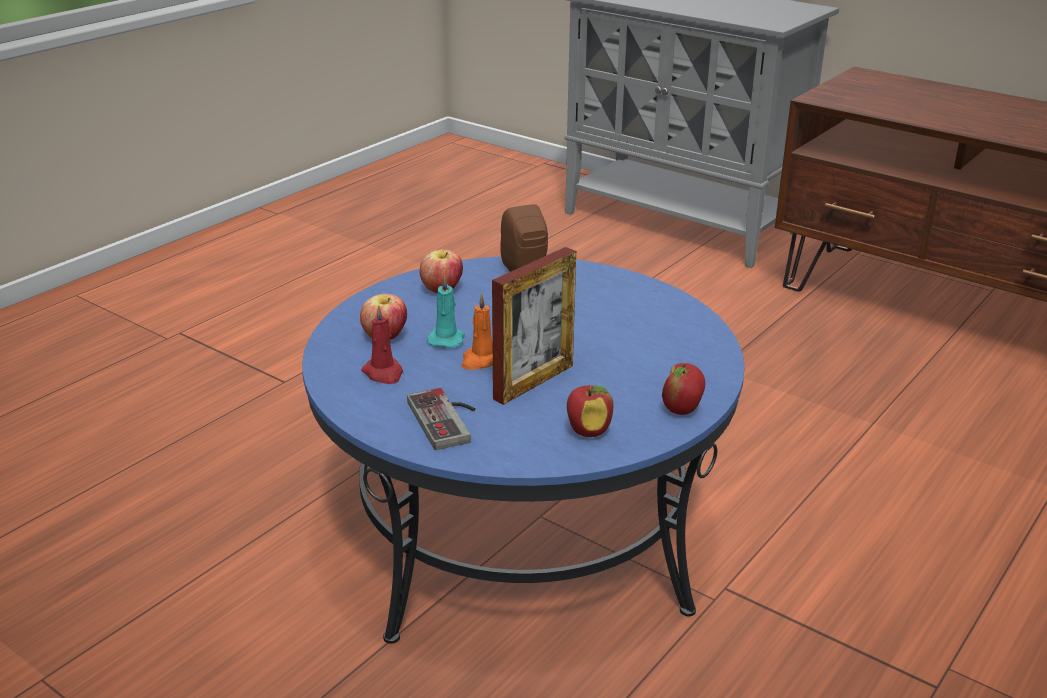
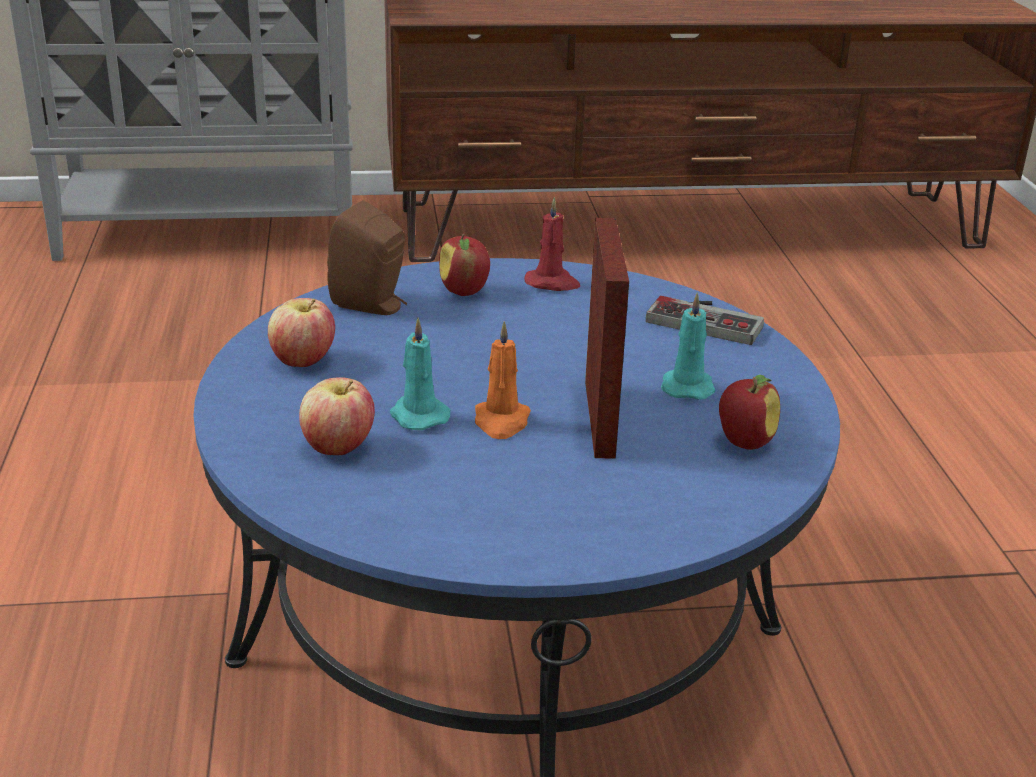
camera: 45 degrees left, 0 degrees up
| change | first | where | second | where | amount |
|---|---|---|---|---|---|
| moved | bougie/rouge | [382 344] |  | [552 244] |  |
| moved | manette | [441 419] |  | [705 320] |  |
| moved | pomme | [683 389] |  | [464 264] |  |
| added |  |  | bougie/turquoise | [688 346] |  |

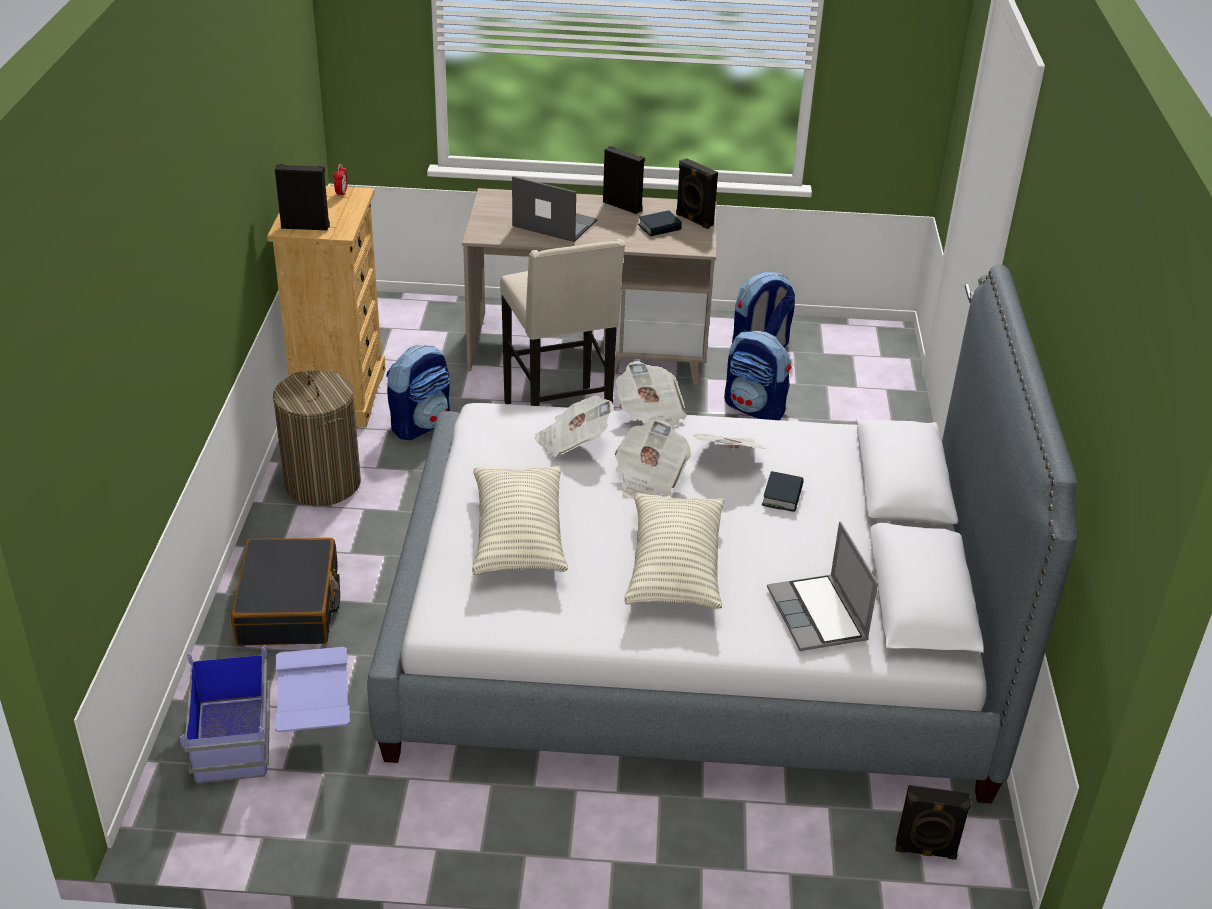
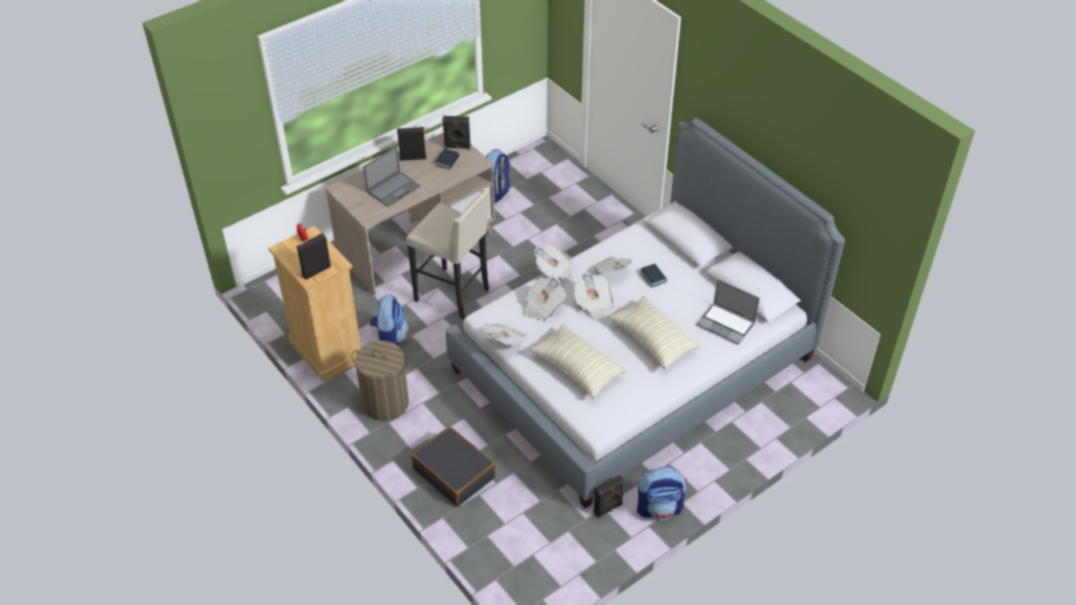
camera: 40 degrees left, 10 degrees up
| change | first | where | second | where | amount |
|---|---|---|---|---|---|
| removed | boîte de rangement/bleu | [265 714] |  |  |  |
| turned | ordinateur portable | [554 209] |  | [392 176] | 150 degrees clockwise |
| moved | sac à dos | [757 375] |  | [662 493] |  |
| moved | enceinte/noir | [933 822] |  | [609 496] |  |
| added |  |  | journal | [504 335] |  |

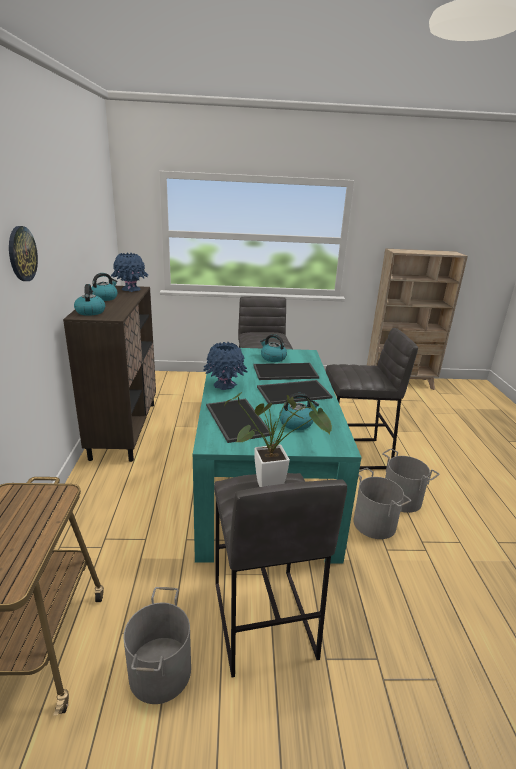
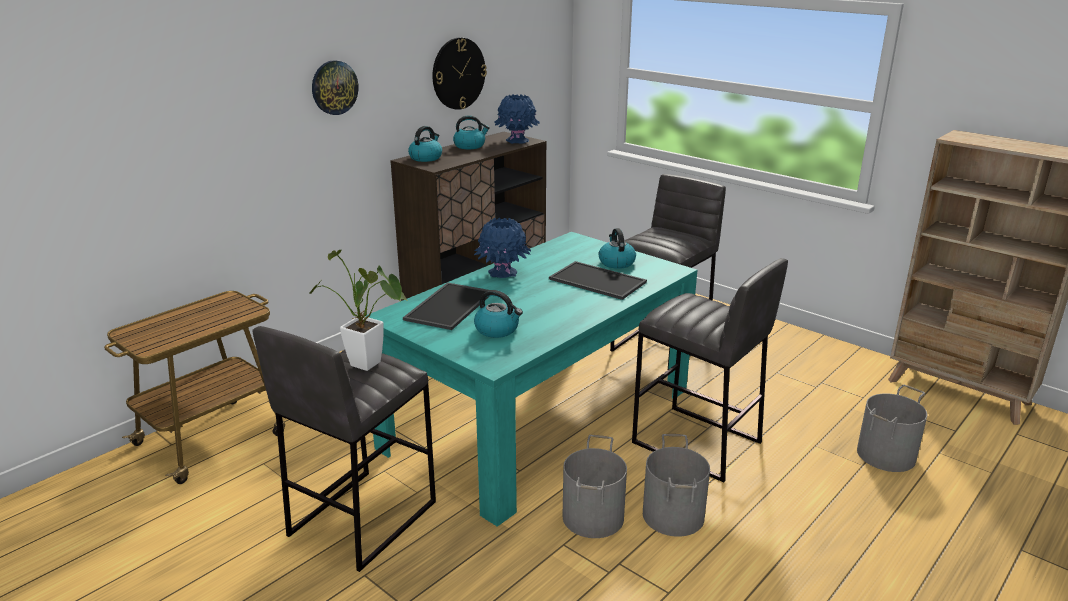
camera: 45 degrees right, 0 degrees up
| change | first | where | second | where | amount |
|---|---|---|---|---|---|
| moved | seau/gris | [157 645] |  | [892 428] |  |
| removed | plateau | [295 392] |  |  |  |
| added |  |  | horloge murale | [459 73] |  |

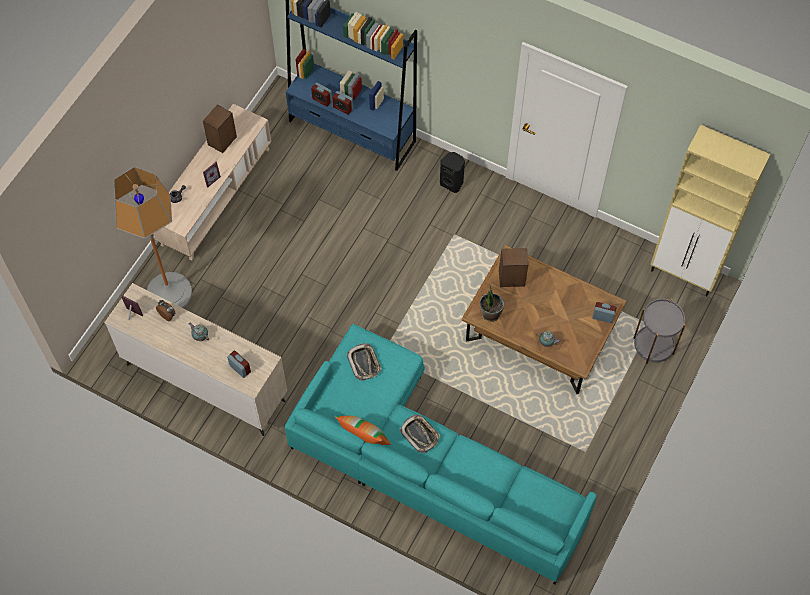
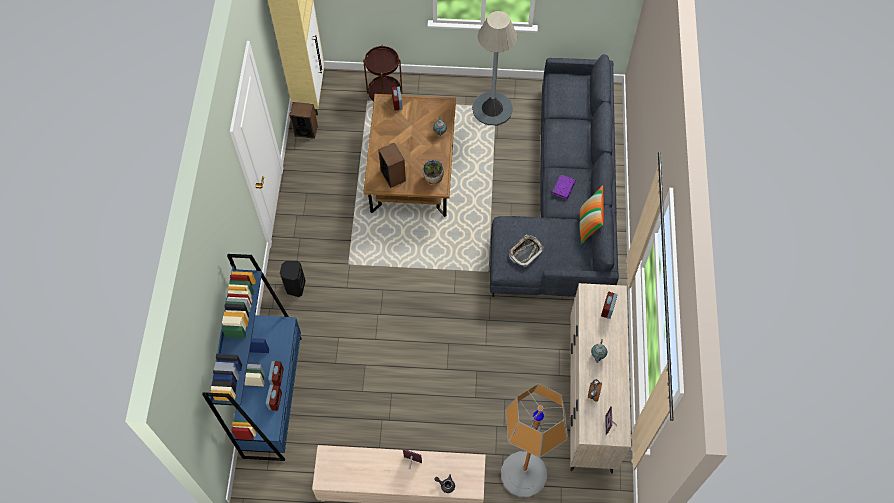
camera: 115 degrees left, 0 degrees up
| change | first | where | second | where | amount |
|---|---|---|---|---|---|
| moved | enceinte | [220 128] |  | [303 120] |  |
| recoloured | canapé/turquoise | [441 454] | canapé/gris | [554 175] |  |
| replaced | plateau | [420 434] | livre/violet | [564 187] |  |
| recoloured | table d'appoint/gris | [659 331] | table d'appoint/marron | [383 73] |  |
| added |  |  | lampadaire/gris | [494 68] |  |

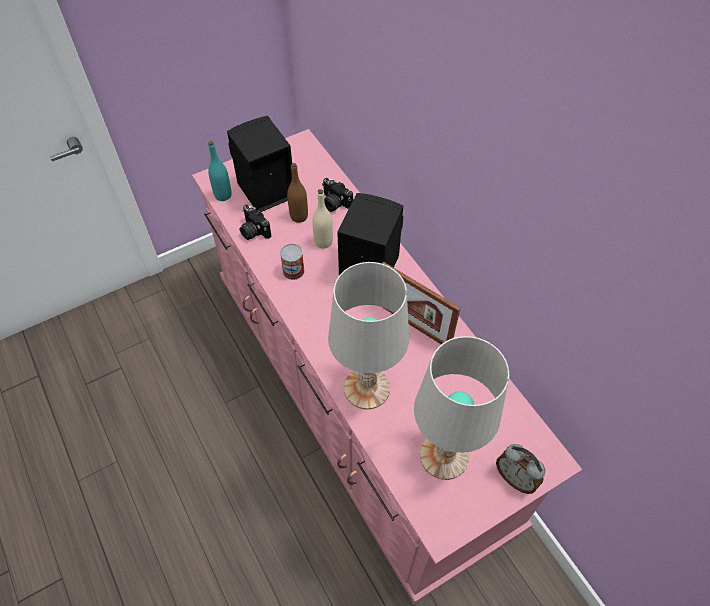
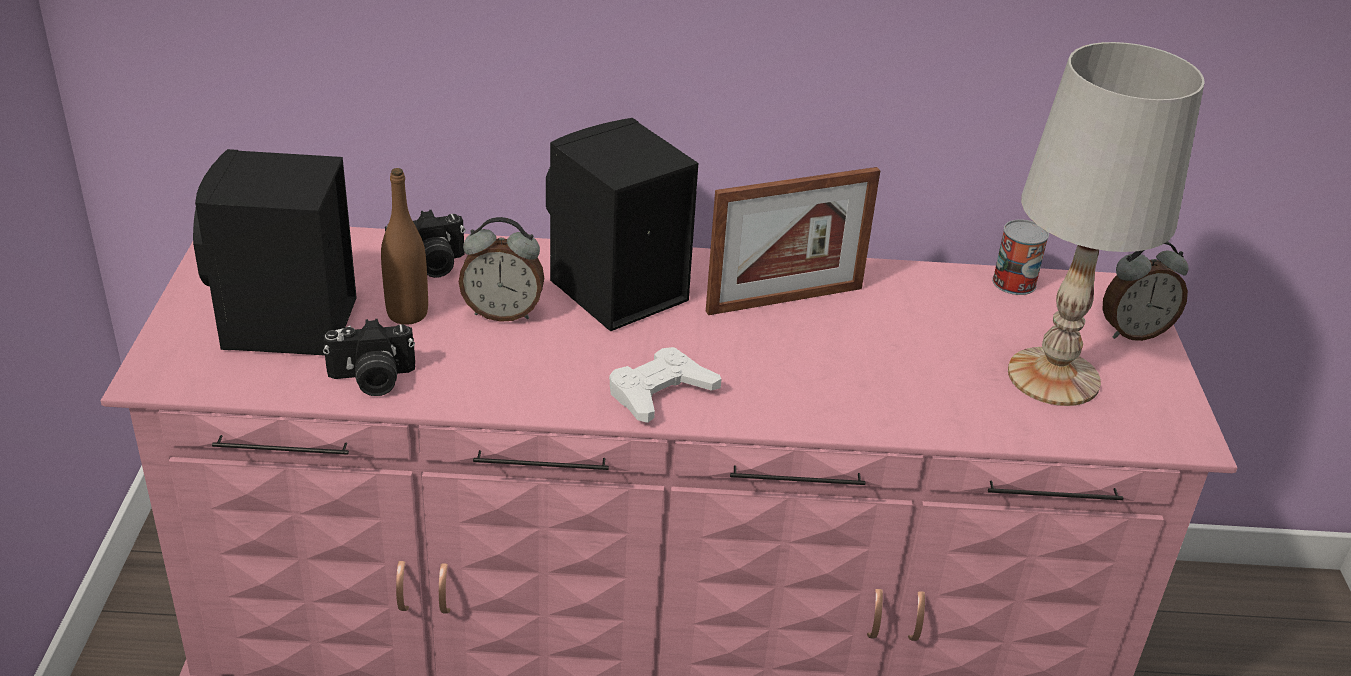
camera: 60 degrees left, 20 degrees down
| change | first | where | second | where | amount |
|---|---|---|---|---|---|
| removed | bouteille/turquoise | [220 171] |  |  |  |
| moved | boîte métallique | [292 262] |  | [1020 257] |  |
| replaced | bouteille/beige | [322 219] | réveil | [501 269] |  |
| removed | lampe de table/blanc | [368 335] |  |  |  |
| added |  |  | manette/blanc | [665 385] |  |

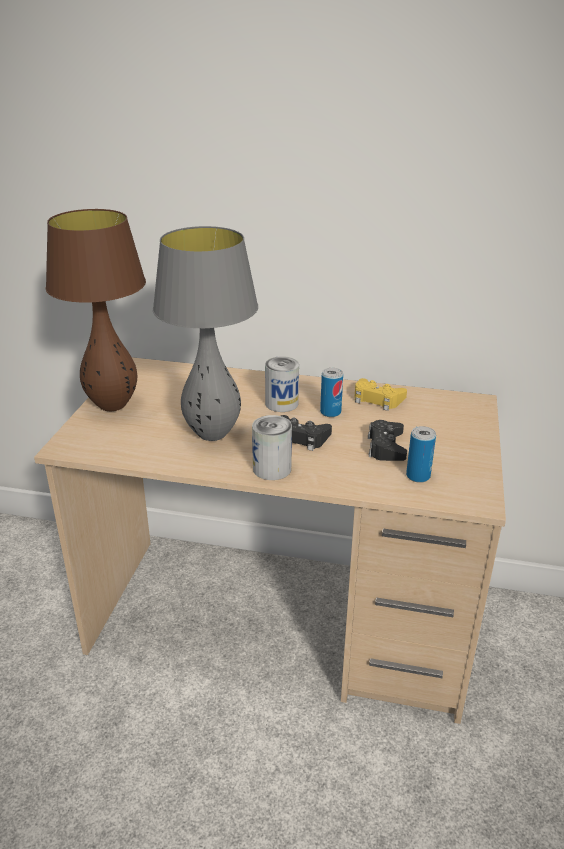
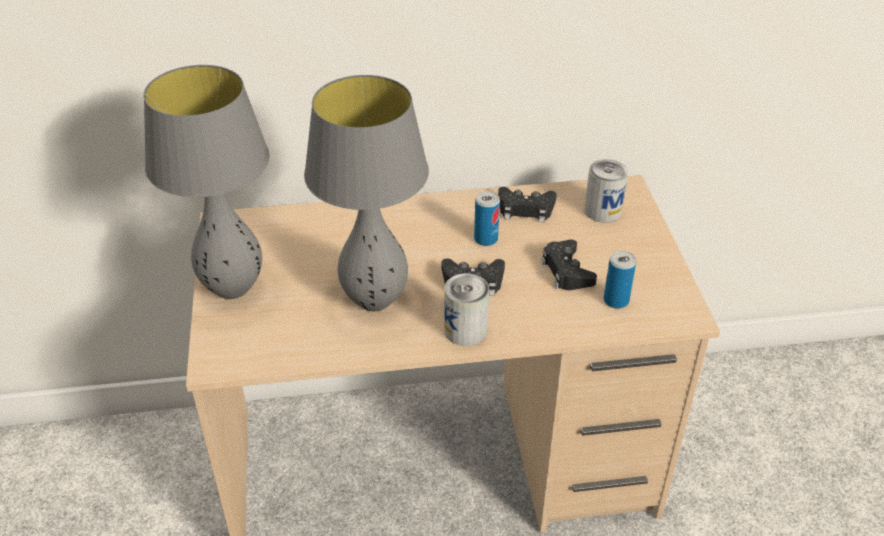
camera: 20 degrees left, 10 degrees up
| change | first | where | second | where | amount |
|---|---|---|---|---|---|
| recoloured | lampe de table/marron | [96 310] | lampe de table/gris | [206 182] |  |
| moved | boîte métallique | [282 384] |  | [606 191] |  |
| recoloured | manette/jaune | [381 394] | manette/noir | [527 204] |  |

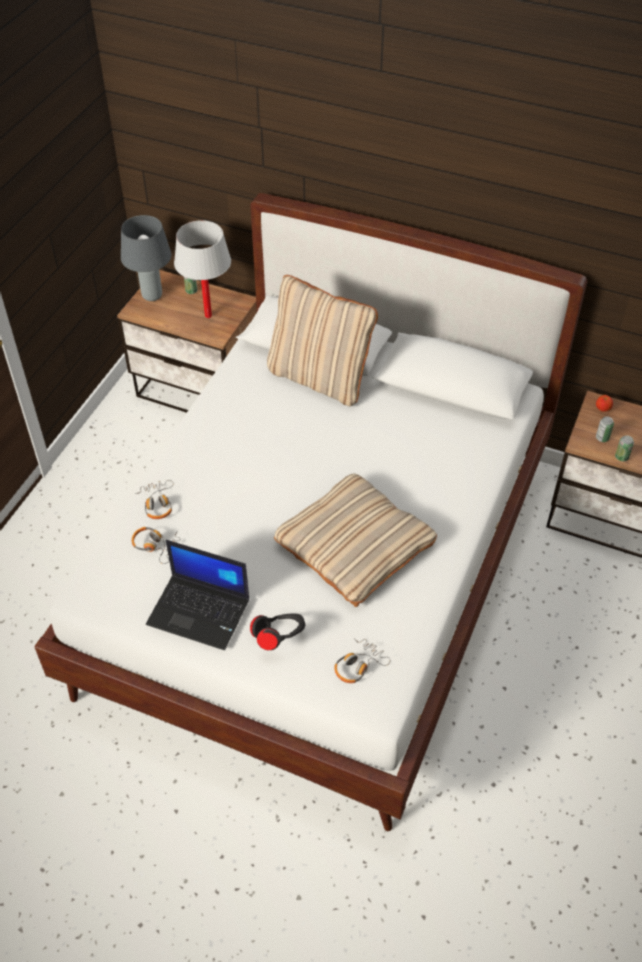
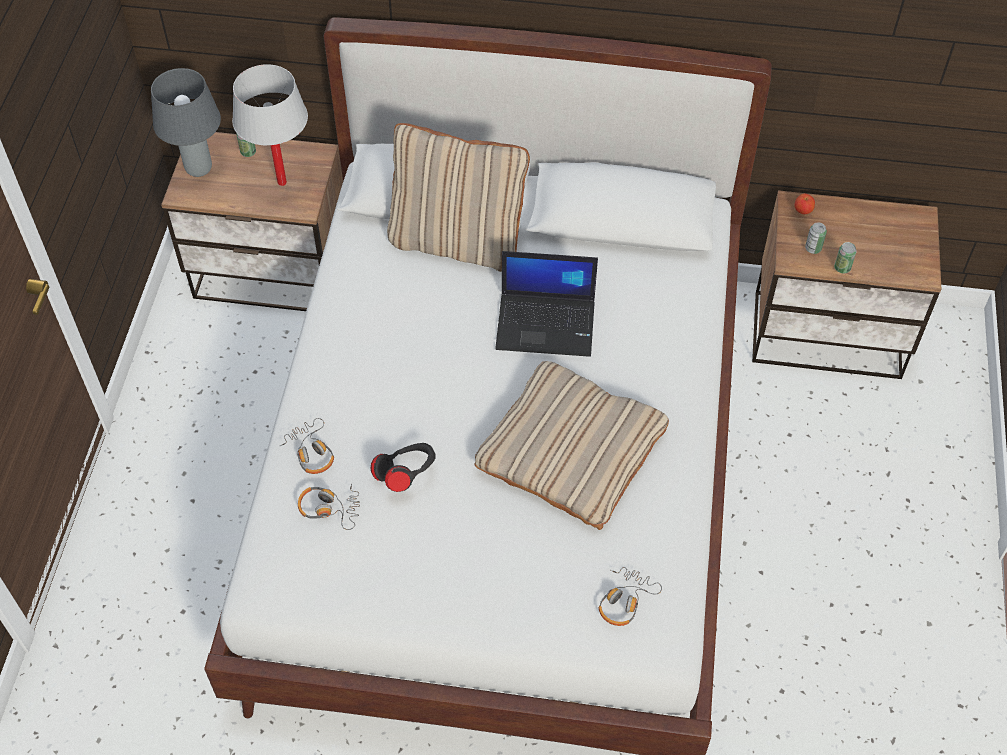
camera: 15 degrees left, 5 degrees up
| change | first | where | second | where | amount |
|---|---|---|---|---|---|
| moved | ordinateur portable | [197 595] |  | [546 304] |  |
| moved | casque audio/noir | [277 631] |  | [403 467] |  |

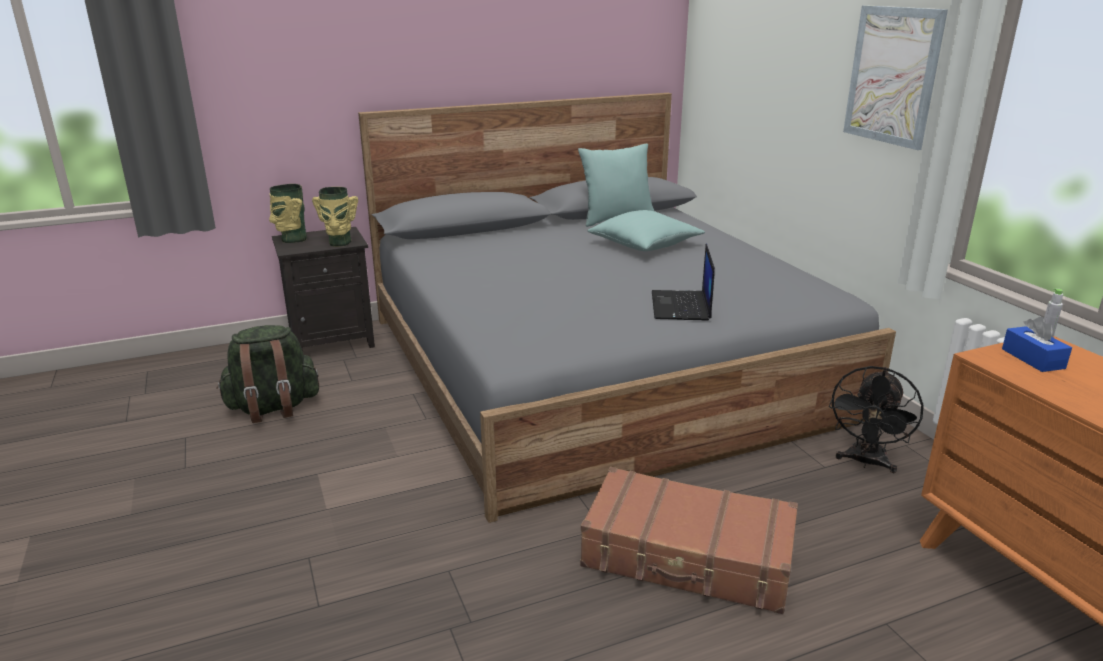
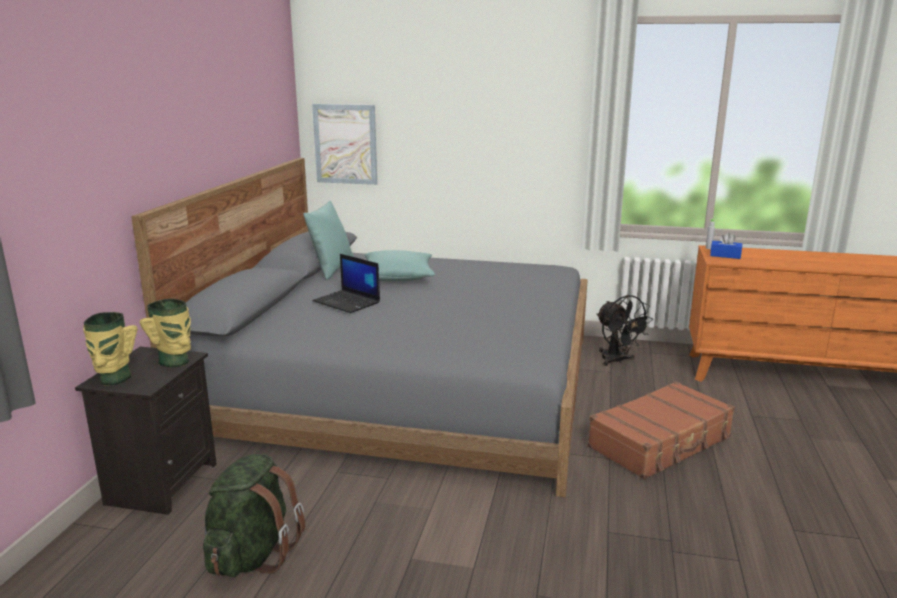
camera: 55 degrees left, 5 degrees down
| change | first | where | second | where | amount |
|---|---|---|---|---|---|
| moved | ordinateur portable | [683 282] |  | [346 283] |  |
| moved | tableau | [895 77] |  | [344 144] |  |

